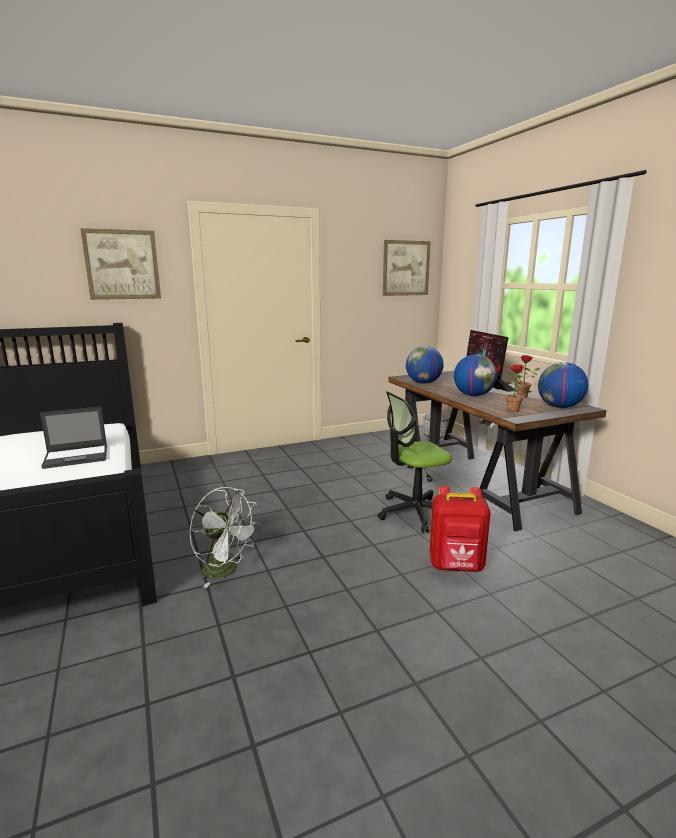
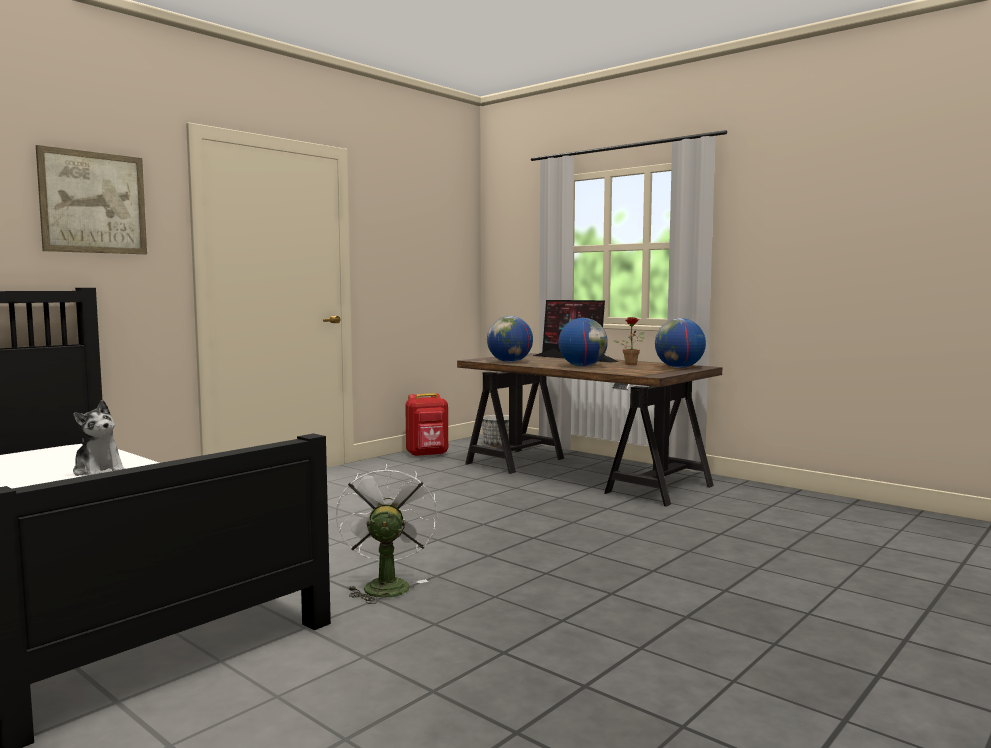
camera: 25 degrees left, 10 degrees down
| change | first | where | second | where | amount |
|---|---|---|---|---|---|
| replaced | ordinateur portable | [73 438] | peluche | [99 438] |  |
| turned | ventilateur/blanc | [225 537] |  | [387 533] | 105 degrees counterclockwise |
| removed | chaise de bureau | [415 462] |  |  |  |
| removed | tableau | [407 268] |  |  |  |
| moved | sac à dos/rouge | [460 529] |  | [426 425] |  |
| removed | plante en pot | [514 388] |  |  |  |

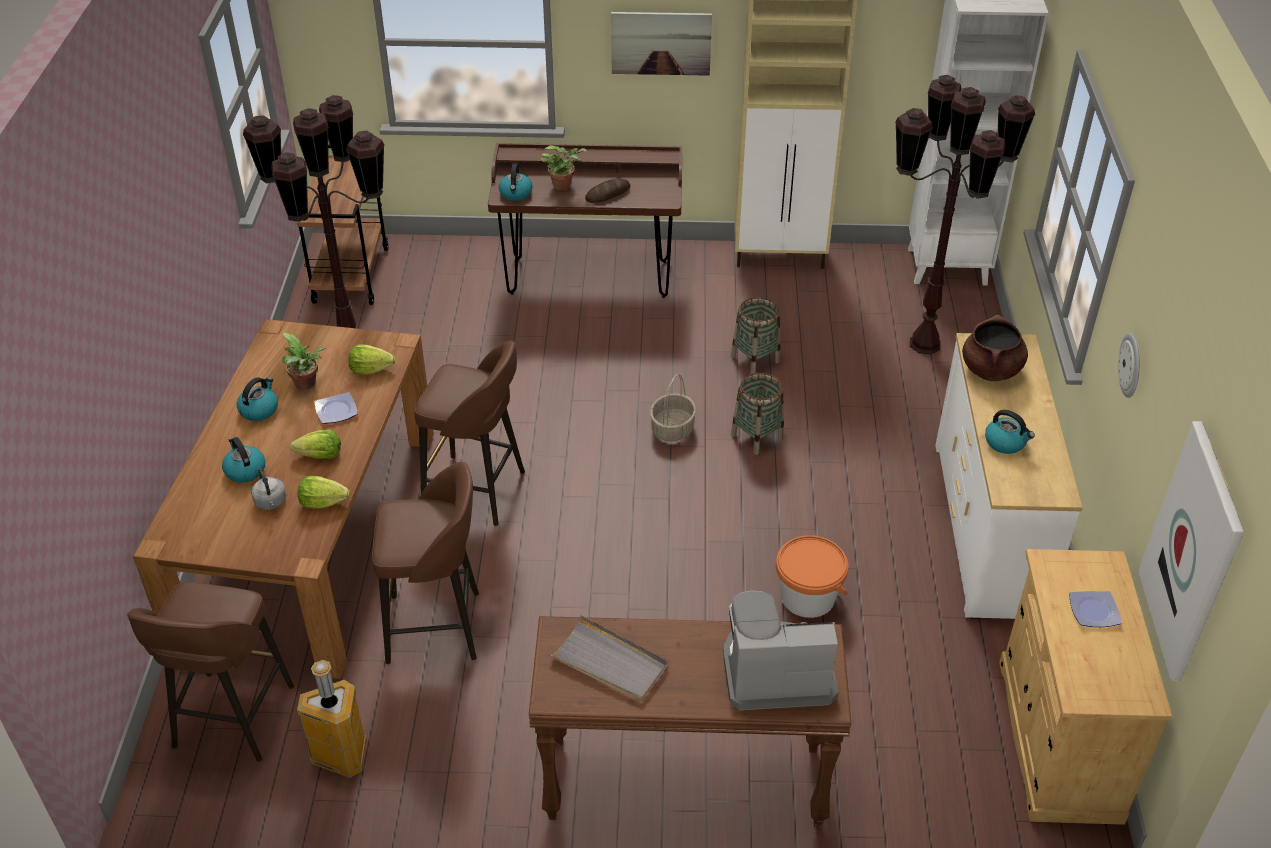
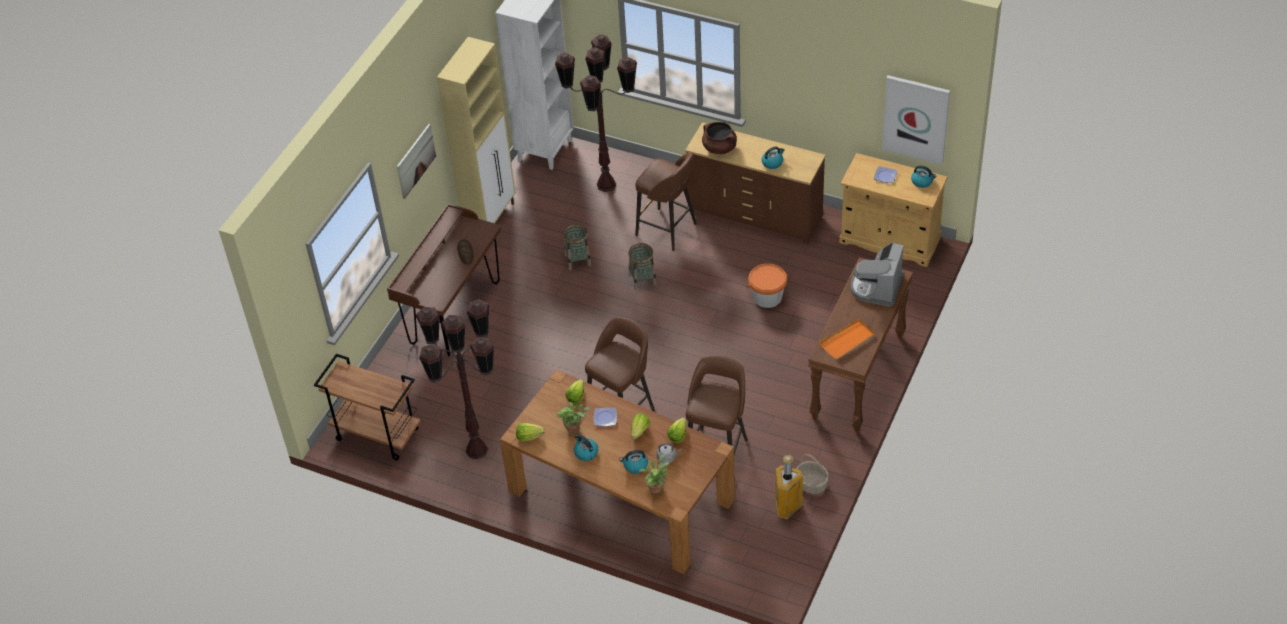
camera: 65 degrees left, 5 degrees up
| change | first | where | second | where | amount |
|---|---|---|---|---|---|
| moved | tabouret/marron | [210 672] |  | [666 202] |  |
| moved | bouilloire | [515 182] |  | [924 176] |  |
| moved | plante en pot | [564 168] |  | [654 473] |  |
| recoloured | plateau/gris | [608 658] | plateau/orange | [847 339] |  |
| moved | panier | [673 408] |  | [812 474] |  |
| recoloured | commode/blanc | [1009 476] | commode/marron | [755 183] |  |
| removed | horloge murale | [1129 365] |  |  |  |
| added |  |  | laitue | [530 432] |  |

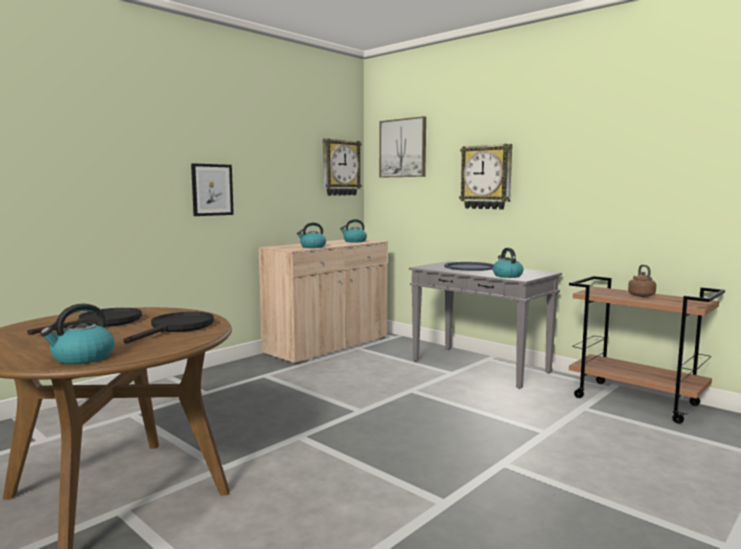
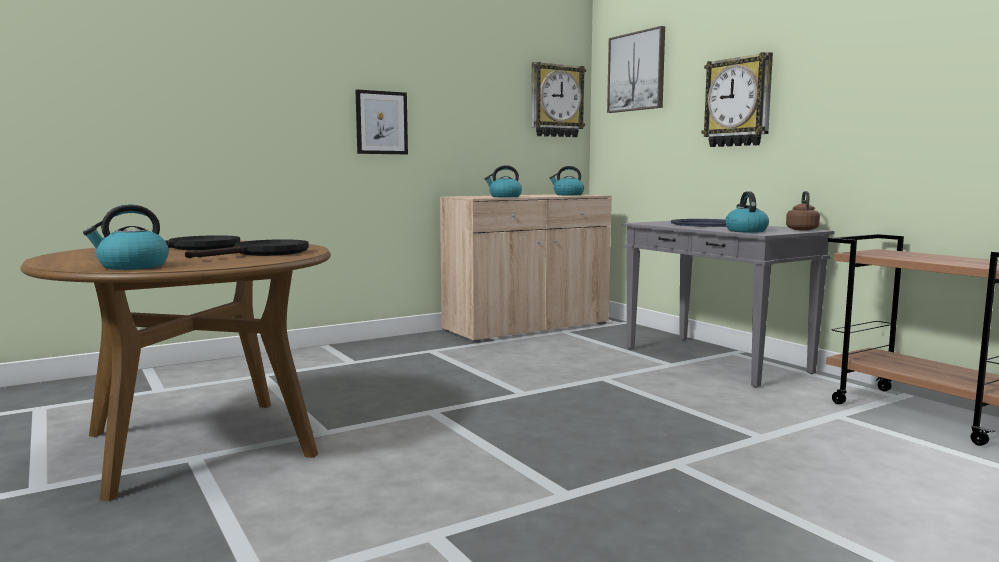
camera: 15 degrees right, 0 degrees up
| change | first | where | second | where | amount |
|---|---|---|---|---|---|
| moved | bouilloire/marron | [642 281] |  | [803 211] |  |

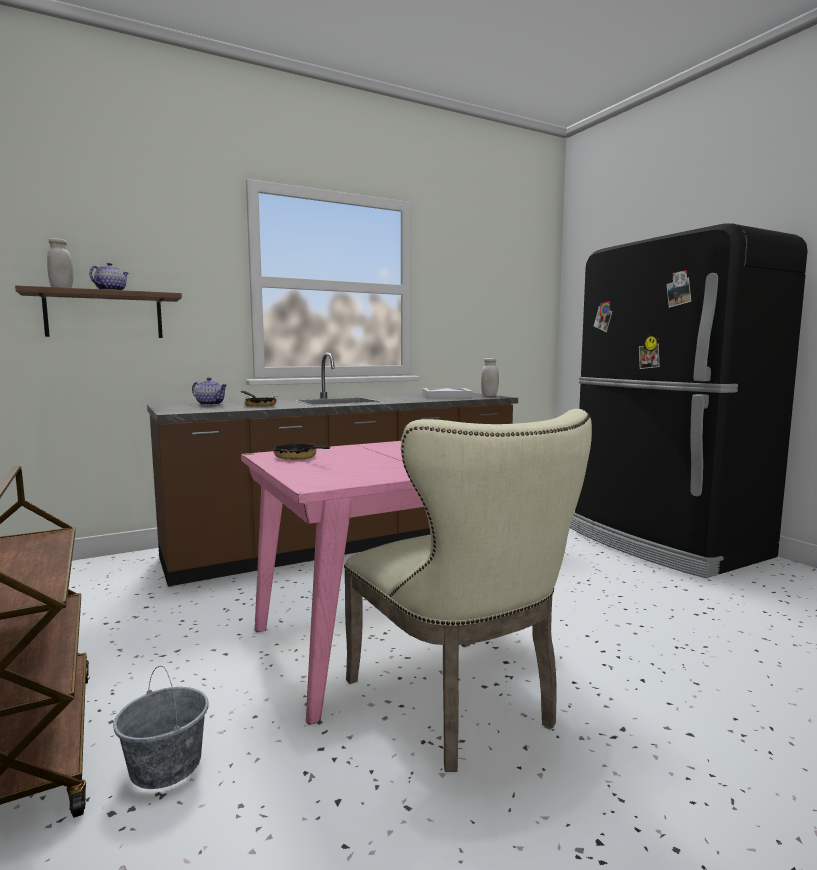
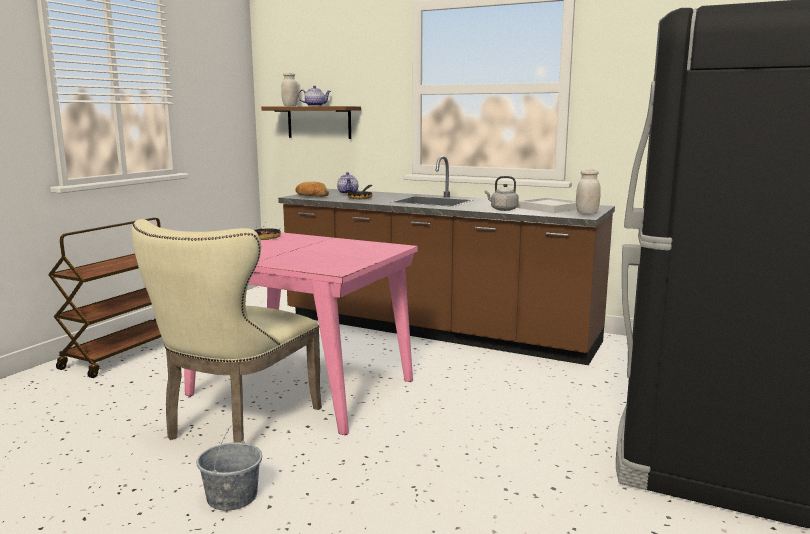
camera: 55 degrees right, 5 degrees up
| change | first | where | second | where | amount |
|---|---|---|---|---|---|
| moved | seau/gris | [161 727] |  | [229 468] |  |
| added |  |  | pain | [312 189] |  |
| added |  |  | bouilloire/gris | [502 193] |  |

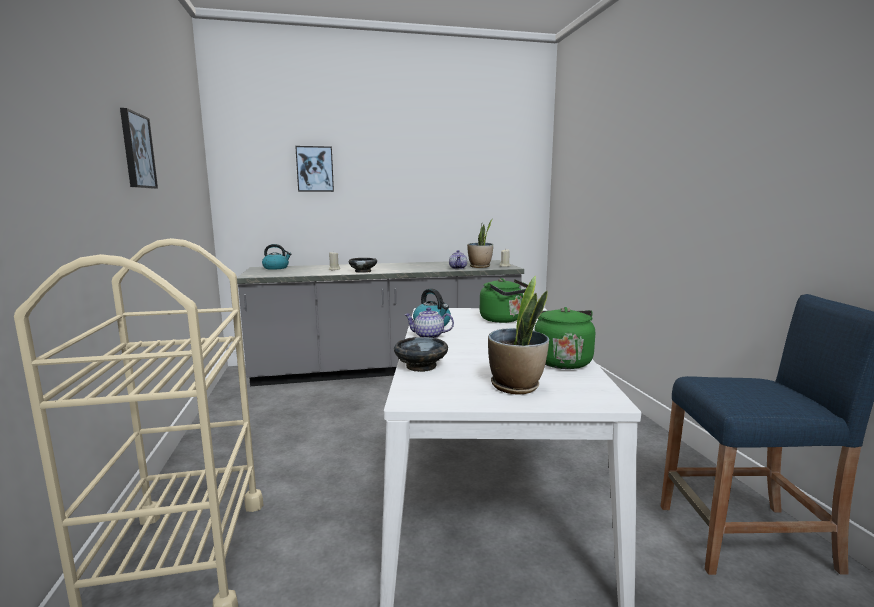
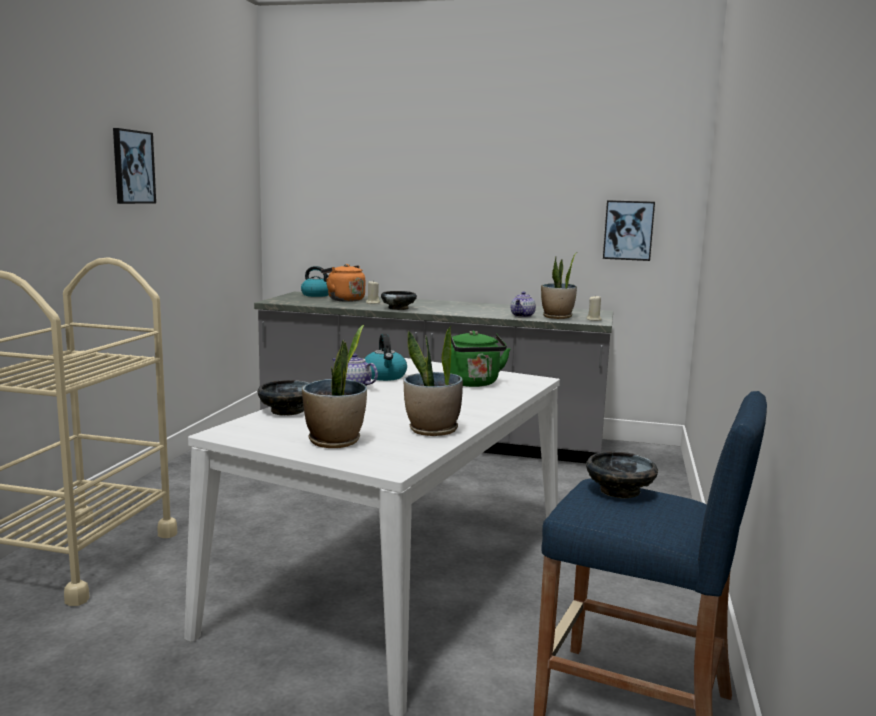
camera: 25 degrees right, 0 degrees up
| change | first | where | second | where | amount |
|---|---|---|---|---|---|
| moved | tableau | [314 169] |  | [629 230] |  |
| replaced | bouilloire/vert | [564 338] | plante en pot | [433 381] |  |
| added |  |  | bouilloire/orange | [343 283] |  |
| added |  |  | bol/noir | [622 475] |  |

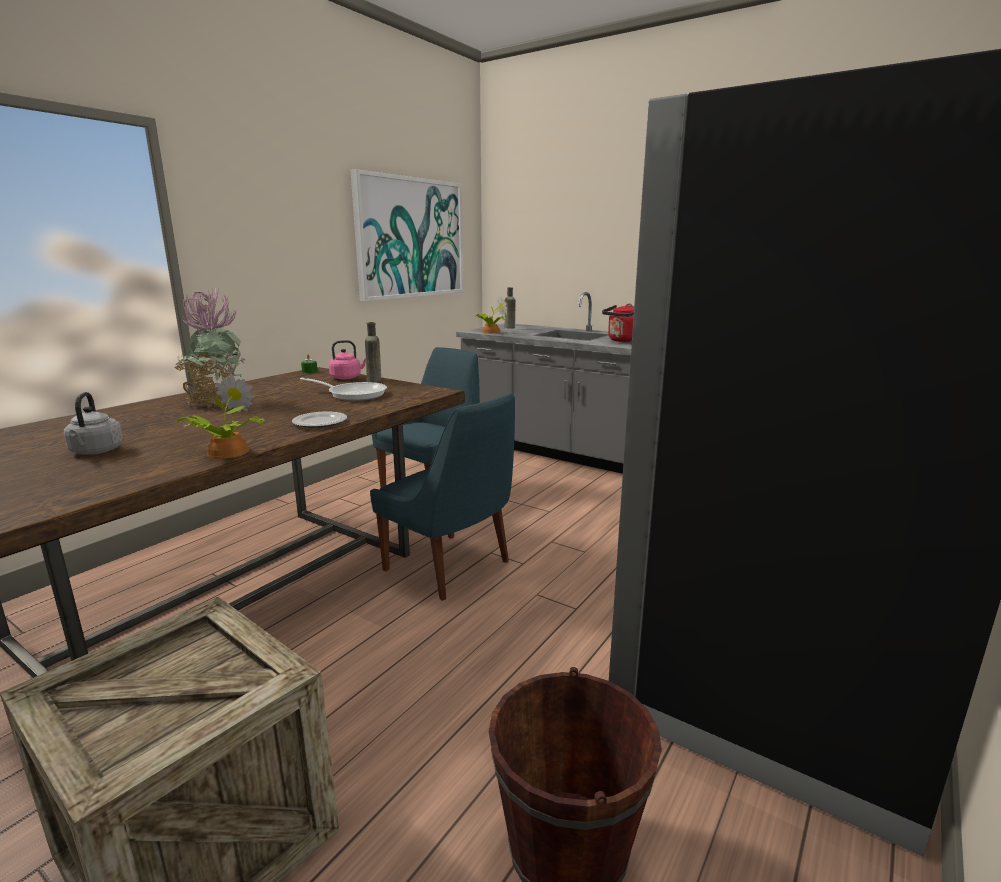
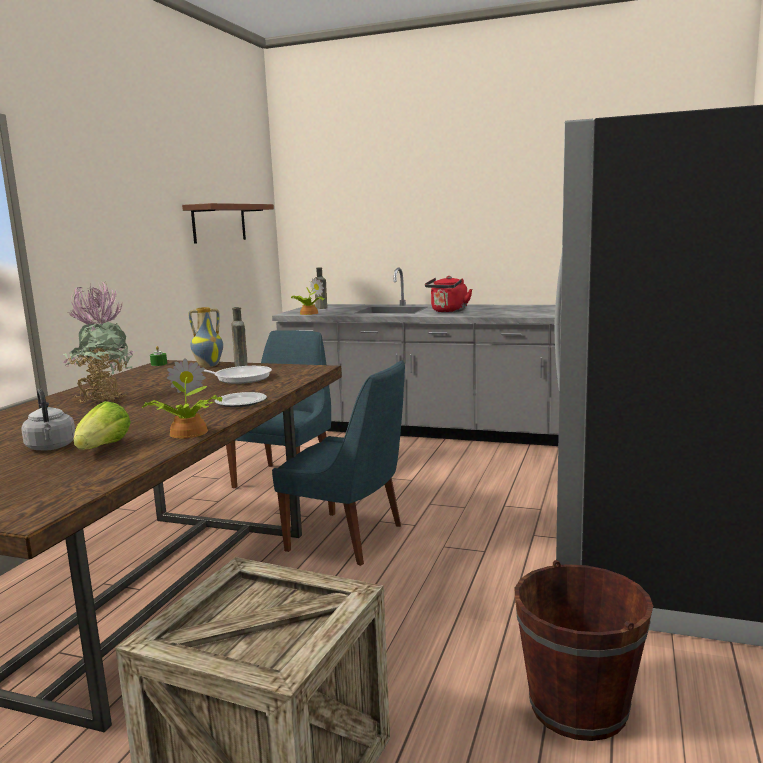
camera: 15 degrees left, 5 degrees down
| change | first | where | second | where | amount |
|---|---|---|---|---|---|
| replaced | bouilloire/rose | [347 360] | vase | [205 337] |  |
| replaced | tableau | [407 235] | étagère/marron | [228 223] |  |
| added |  |  | laitue | [102 425] |  |

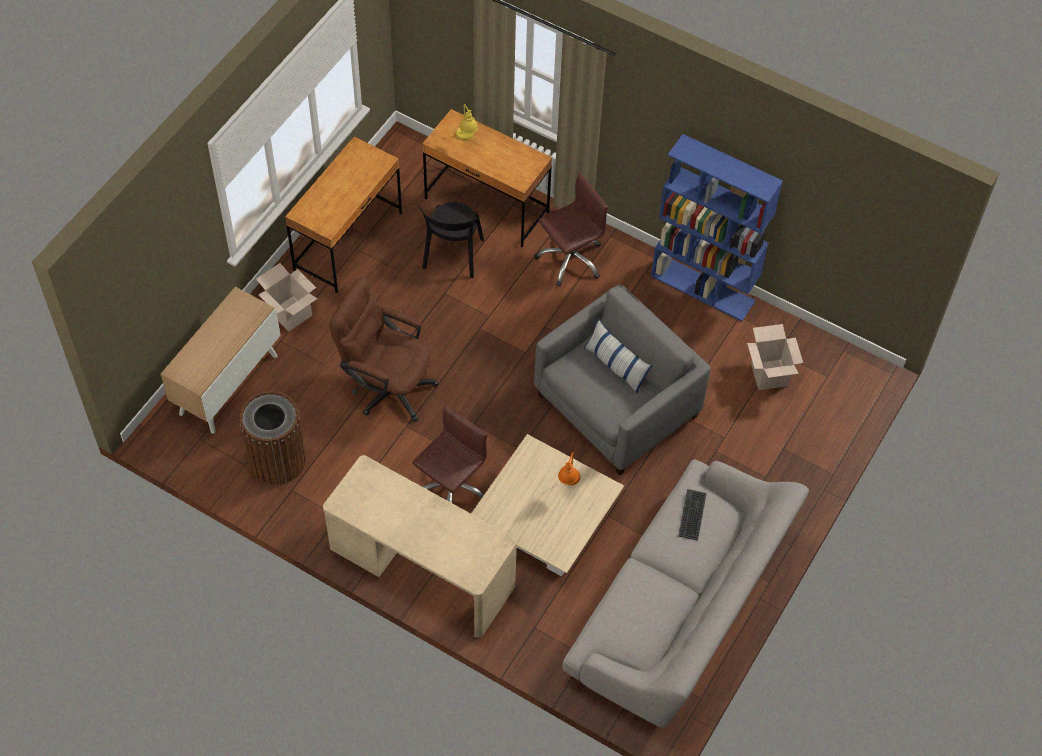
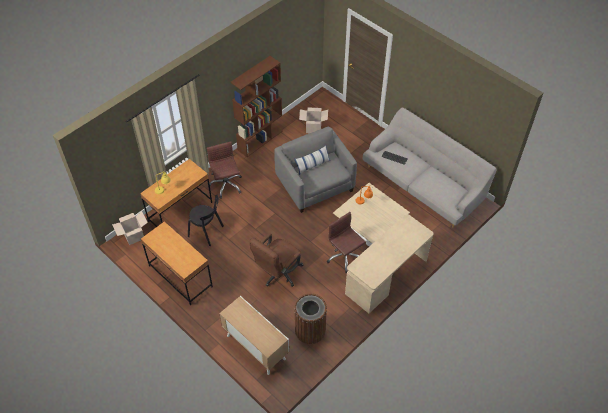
camera: 75 degrees left, 5 degrees down
| change | first | where | second | where | amount |
|---|---|---|---|---|---|
| moved | carton | [287 297] |  | [130 228] |  |
| recoloured | bibliothèque/bleu | [717 227] | bibliothèque/marron | [256 106] |  |

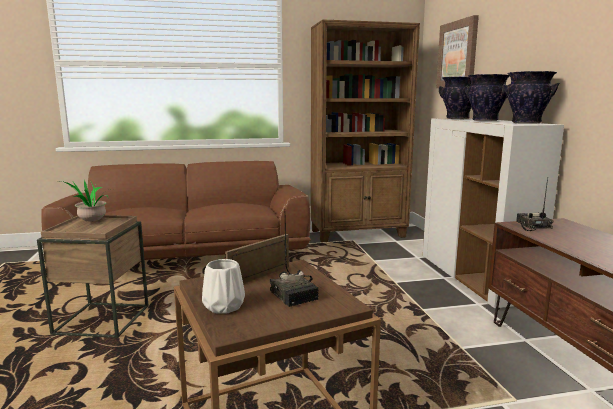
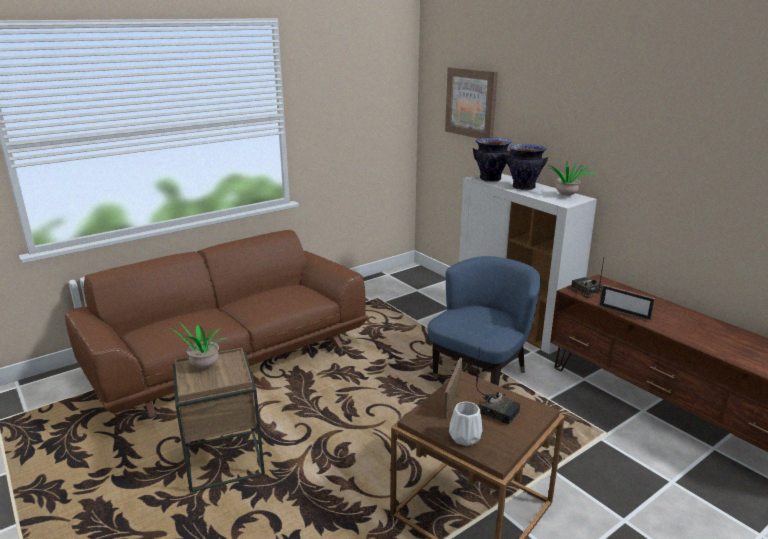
camera: 25 degrees left, 10 degrees up
| change | first | where | second | where | amount |
|---|---|---|---|---|---|
| removed | bibliothèque/marron | [365 130] |  |  |  |
| replaced | vase | [531 97] | plante en pot | [572 179] |  |
| added |  |  | fauteuil/bleu | [484 321] |  |
| added |  |  | cadre photo | [627 302] |  |

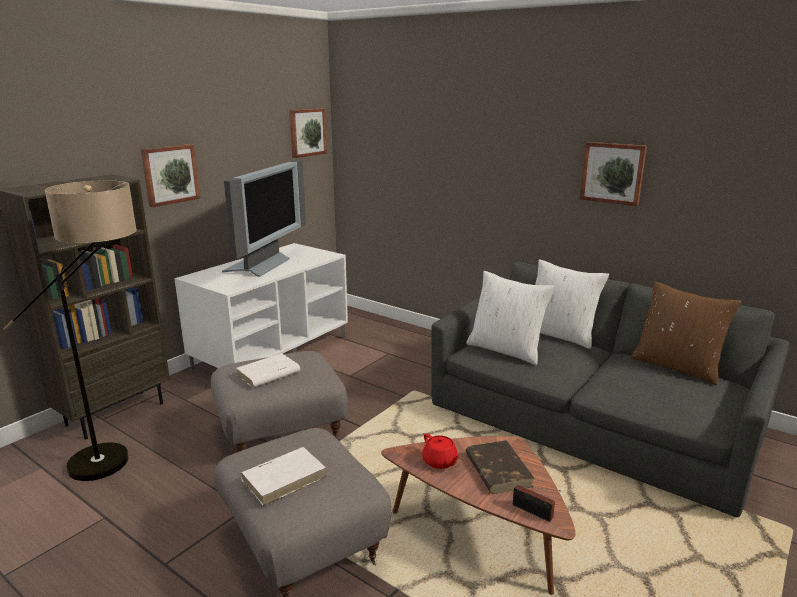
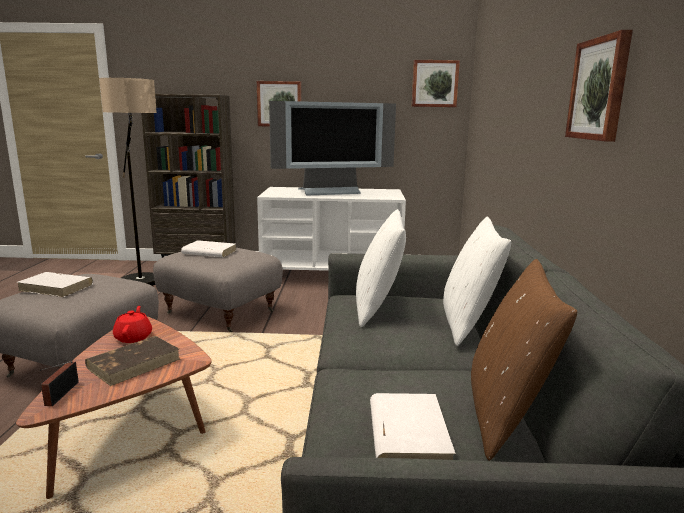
camera: 55 degrees right, 5 degrees down
| change | first | where | second | where | amount |
|---|---|---|---|---|---|
| turned | théière/rouge | [440 451] |  | [132 324] | 150 degrees clockwise |
| added |  |  | livre/blanc | [413 426] |  |

